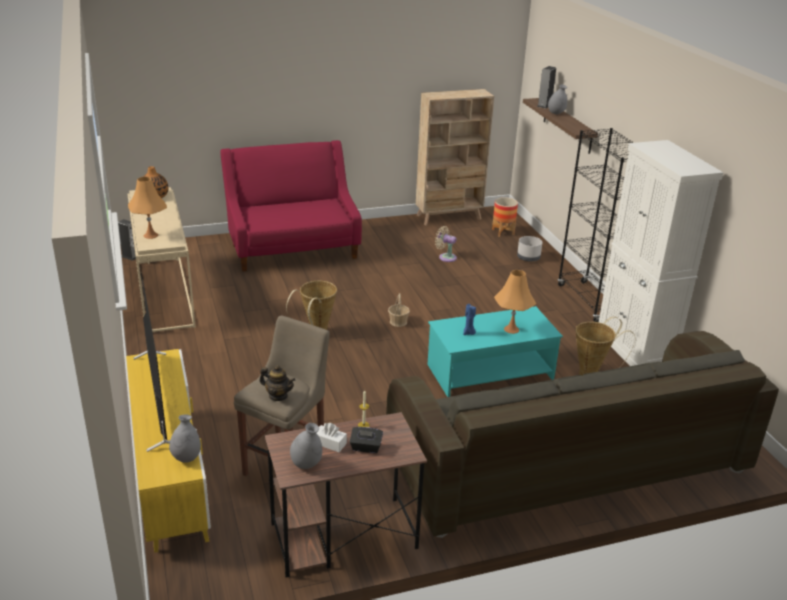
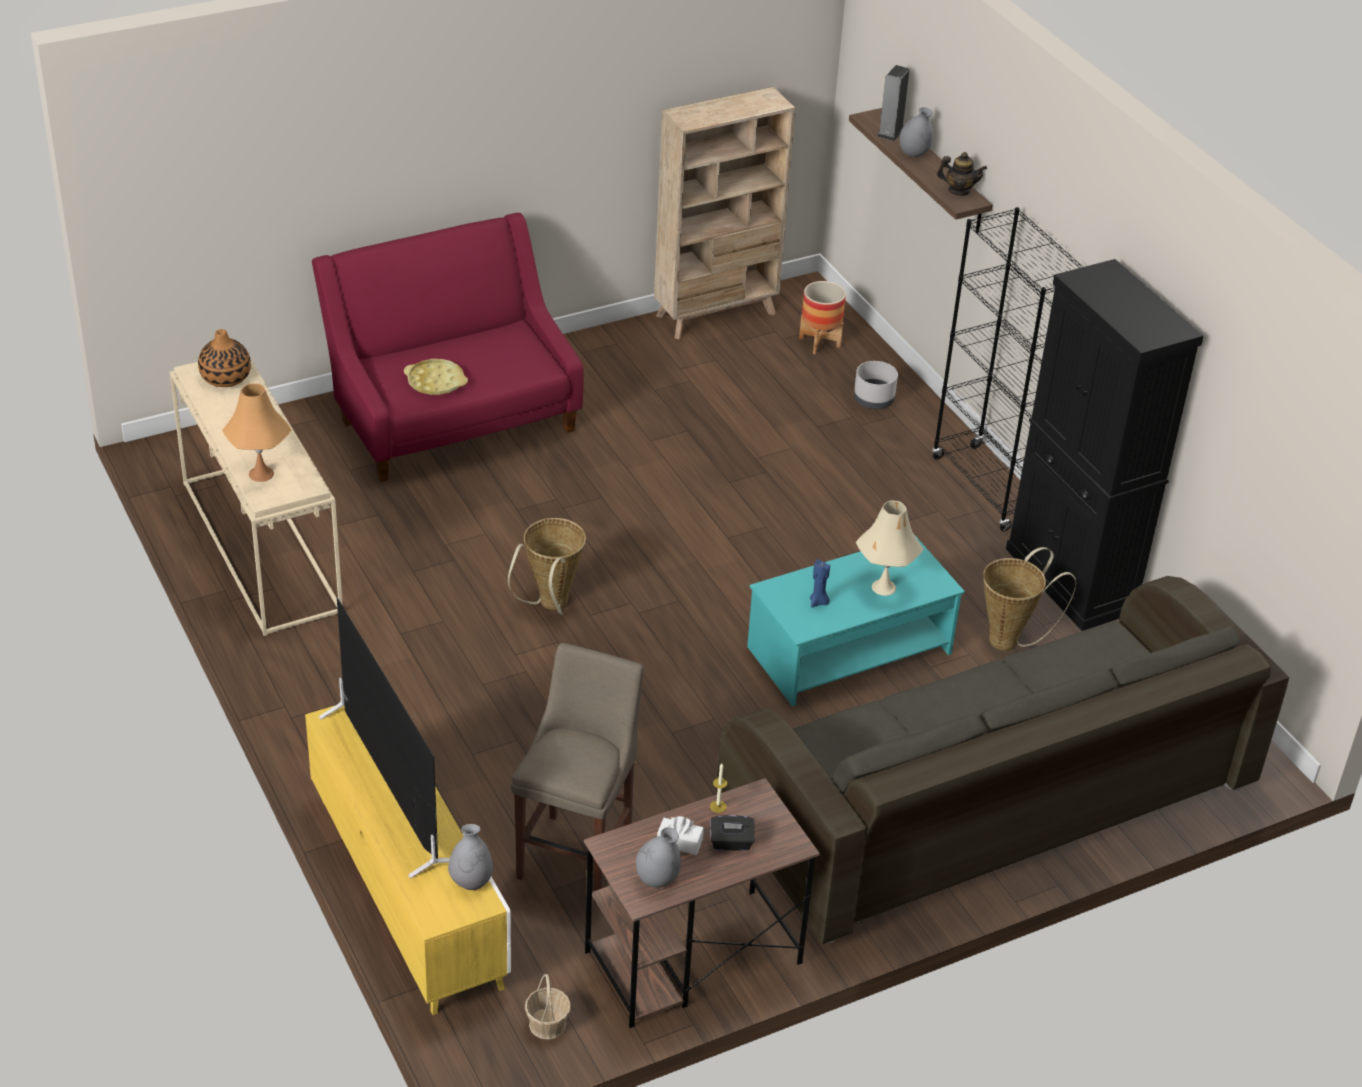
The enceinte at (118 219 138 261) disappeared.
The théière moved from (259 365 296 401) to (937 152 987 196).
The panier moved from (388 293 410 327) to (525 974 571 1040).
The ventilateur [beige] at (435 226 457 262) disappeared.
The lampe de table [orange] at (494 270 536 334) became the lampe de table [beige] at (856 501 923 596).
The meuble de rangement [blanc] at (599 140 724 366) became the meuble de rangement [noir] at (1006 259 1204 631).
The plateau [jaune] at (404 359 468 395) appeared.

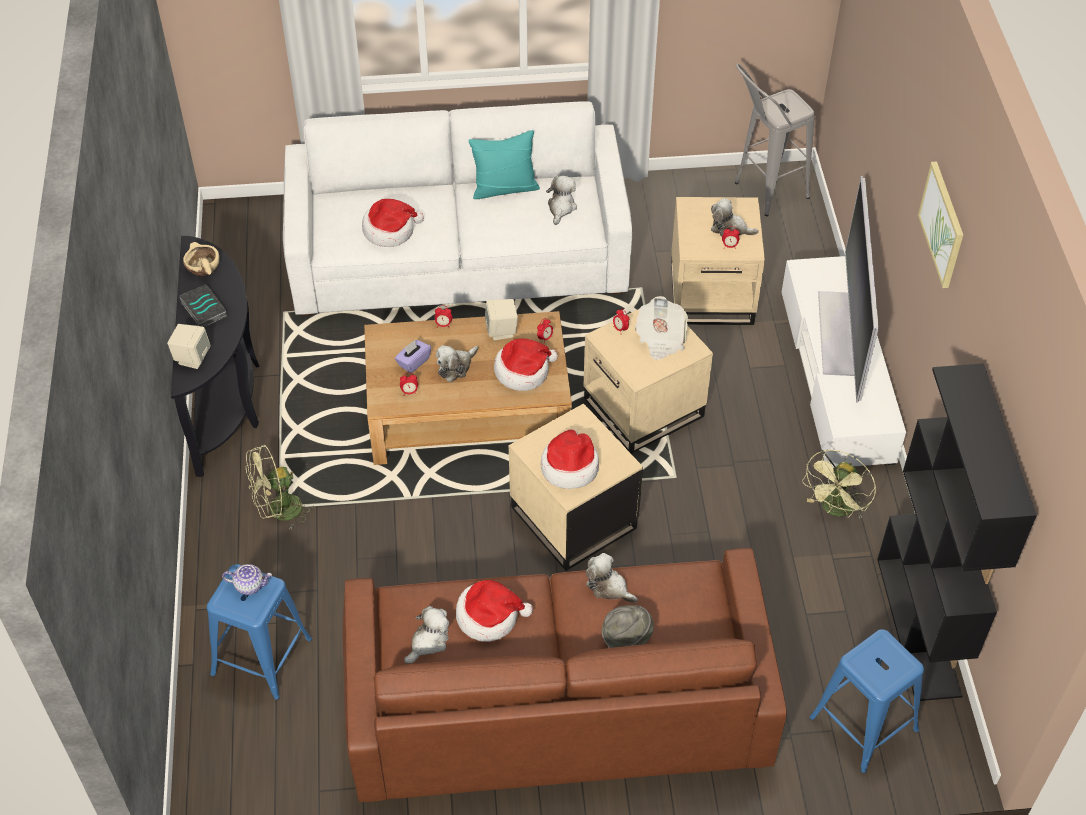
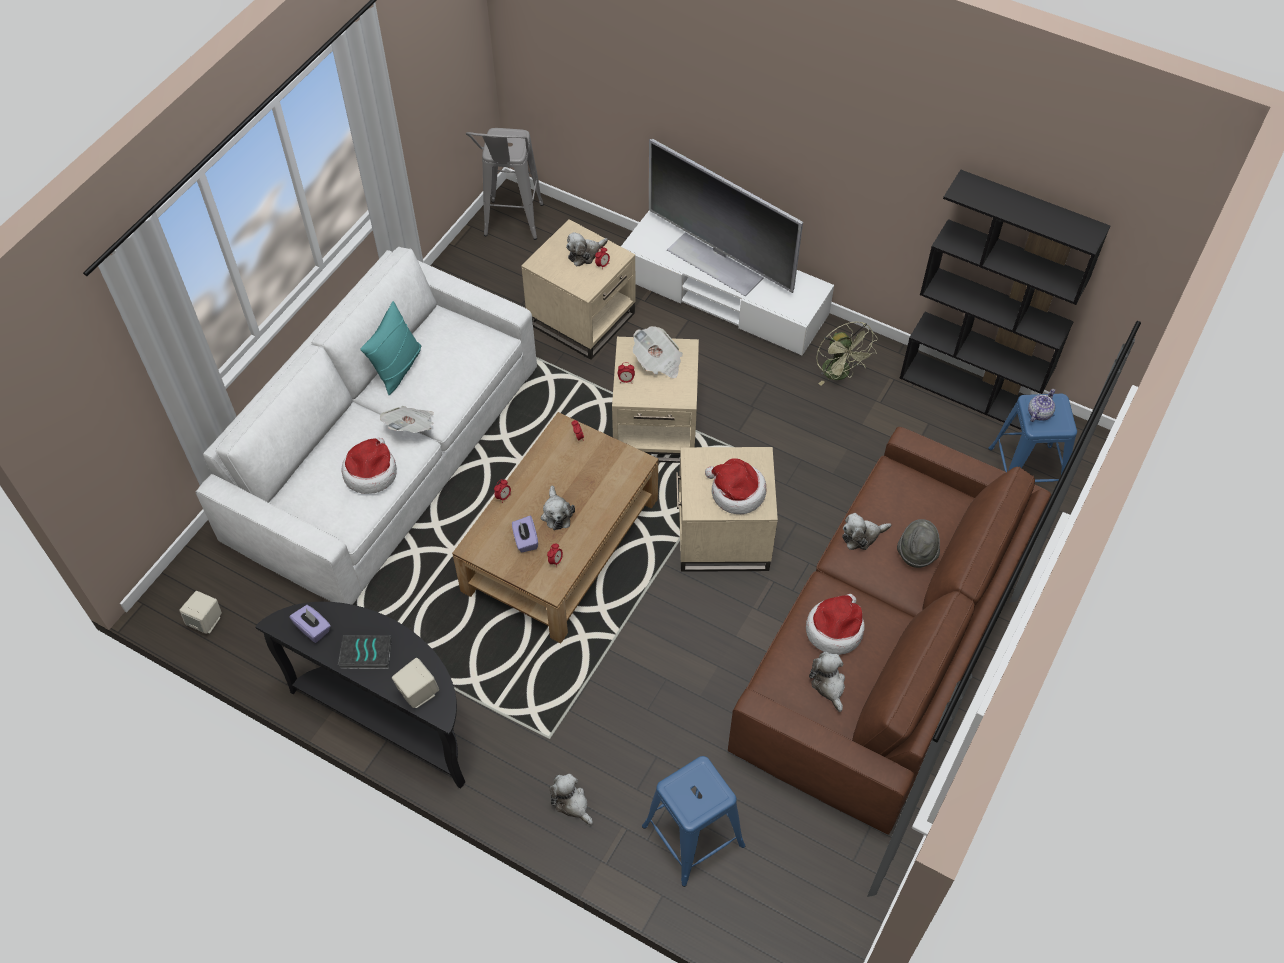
The bol [beige] at (183 242 219 276) was replaced by the boîte à mouchoirs [violet] at (289 605 331 643).
The théière moved from (222 564 272 595) to (1028 389 1055 422).
The ventilateur [vert] at (246 444 314 530) disappeared.
The enceinte [beige] moved from (485 299 518 340) to (179 591 222 634).
The chapeau at (494 339 558 391) disappeared.
The peluche moved from (546 176 577 225) to (550 774 593 825).
The tableau at (918 161 963 288) disappeared.
The journal at (380 406 434 433) appeared.

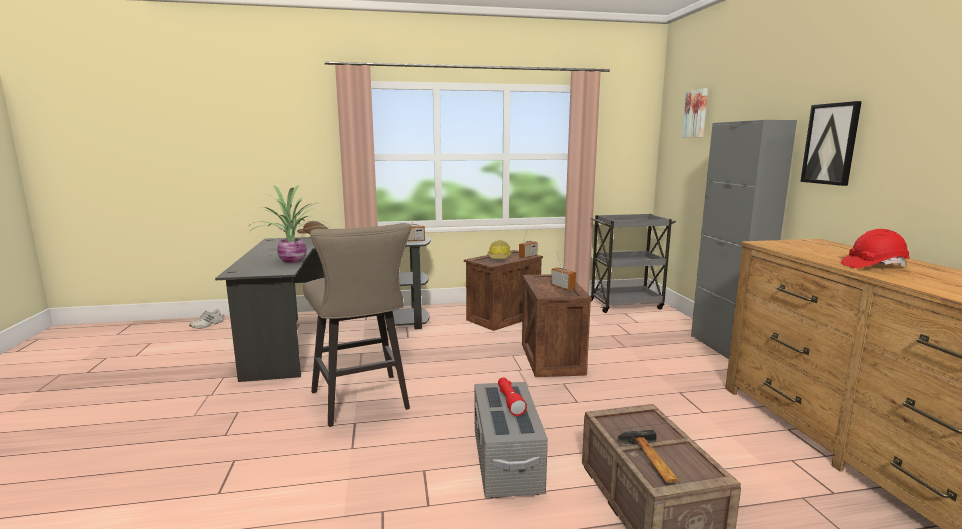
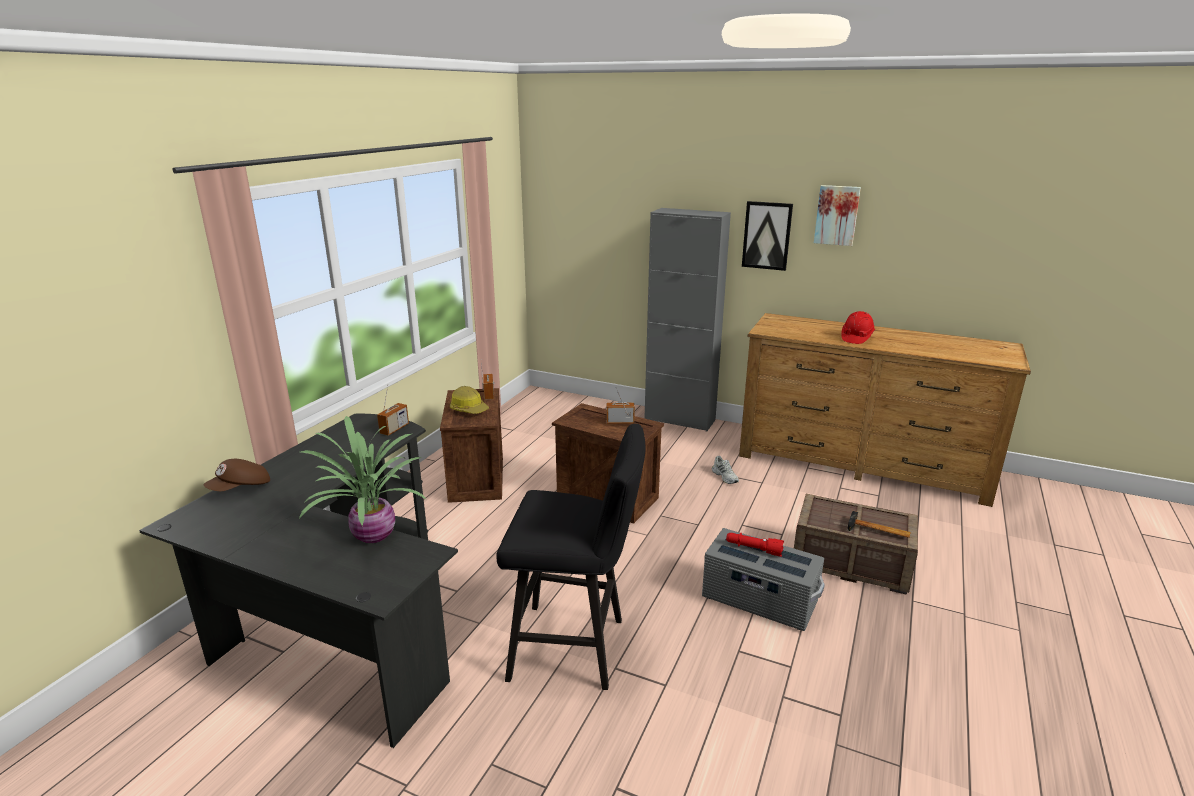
The chaussure [blanc] moved from (189 309 223 329) to (712 456 739 484).
The tabouret [beige] at (303 223 412 427) became the tabouret [noir] at (496 424 646 690).
The chariot [gris] at (591 214 676 313) disappeared.
The tableau moved from (682 88 708 137) to (814 185 861 246).

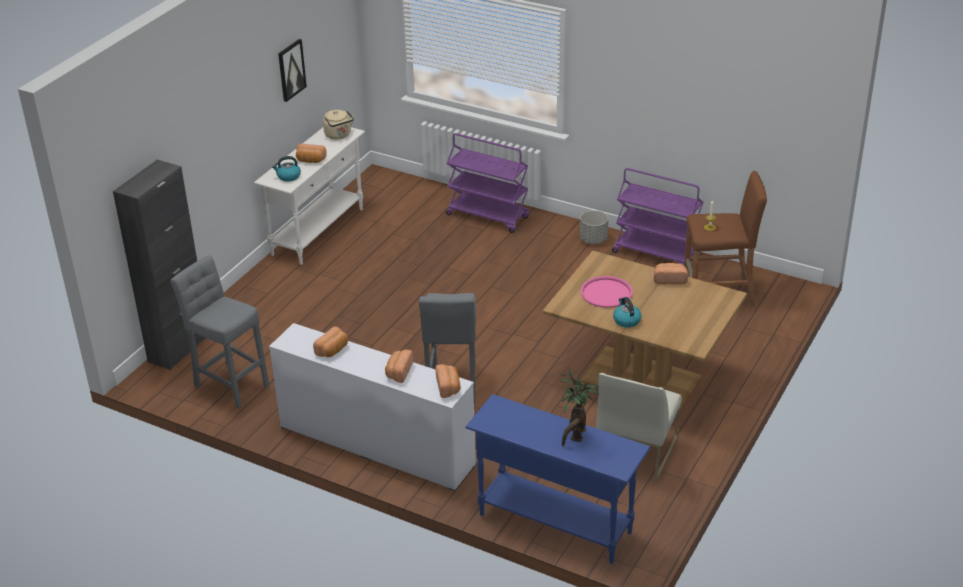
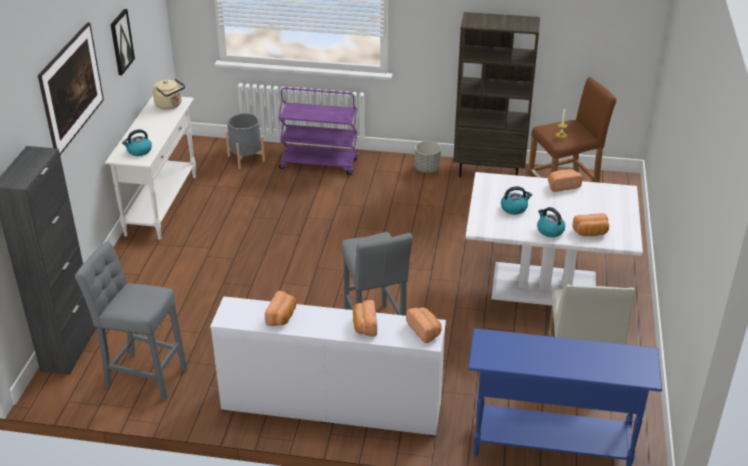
The pain moved from (296 144 327 163) to (572 213 609 236).
The table à manger [marron] at (543 251 747 411) became the table à manger [blanc] at (465 172 643 306).
The plante en pot at (561 369 599 446) disappeared.
The plateau [rose] at (581 276 633 308) was replaced by the bouilloire at (501 186 532 215).
The chariot [violet] at (612 168 703 265) was replaced by the bibliothèque [marron] at (453 12 540 177).
The tableau at (38 23 104 155) appeared.
The cache-pot [gris] at (225 113 265 169) appeared.

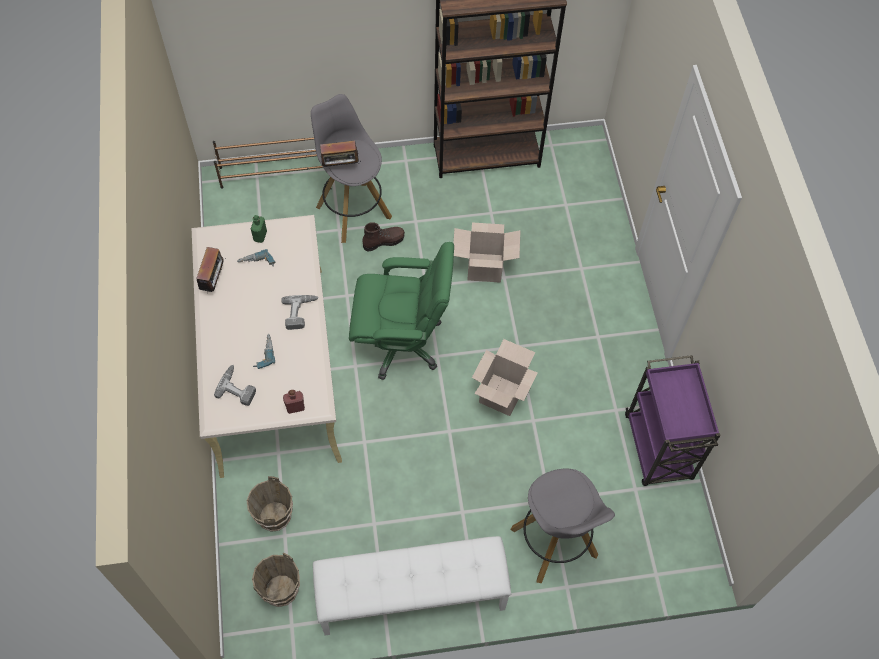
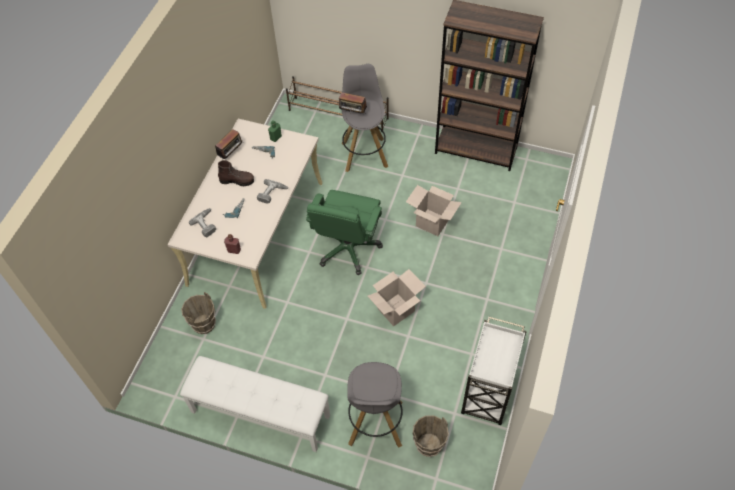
The seau [marron] moved from (252 553 300 607) to (413 415 449 457).
The chaise de bureau [vert] at (349 242 454 380) turned 75 degrees clockwise.
The botte [marron] moved from (362 222 405 251) to (218 160 254 186).
The chariot [violet] at (625 355 721 486) became the chariot [blanc] at (461 317 527 425).

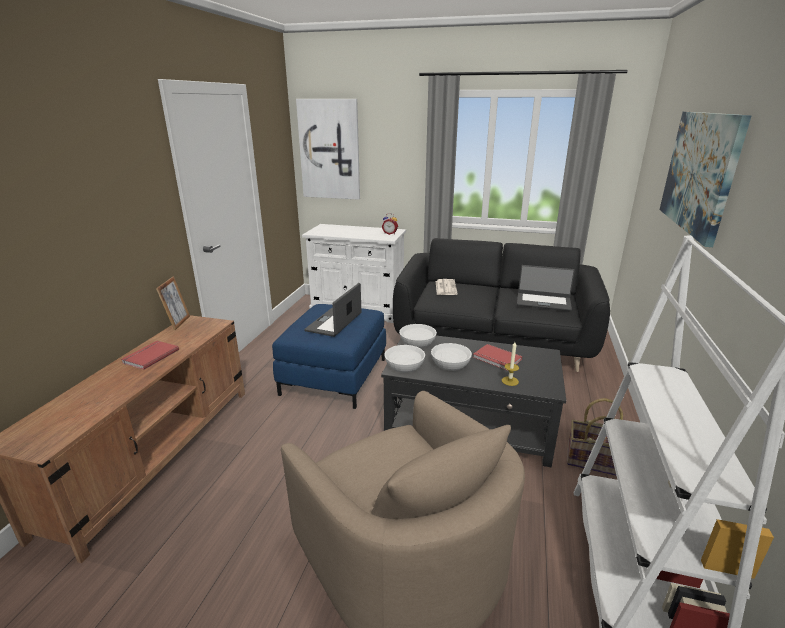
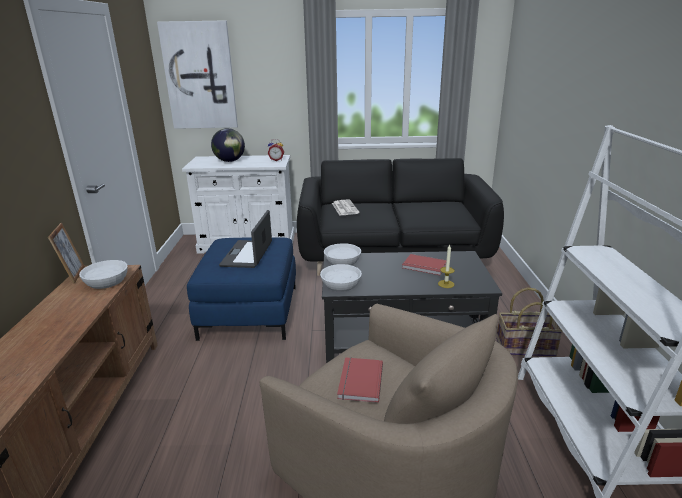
The livre [rouge] moved from (121 341 179 370) to (337 357 383 403).
The bol [blanc] moved from (431 343 472 371) to (79 260 127 289).
The ordinateur portable at (517 265 575 311) disappeared.
The tableau at (659 112 752 247) disappeared.
The globe at (211 128 245 162) appeared.

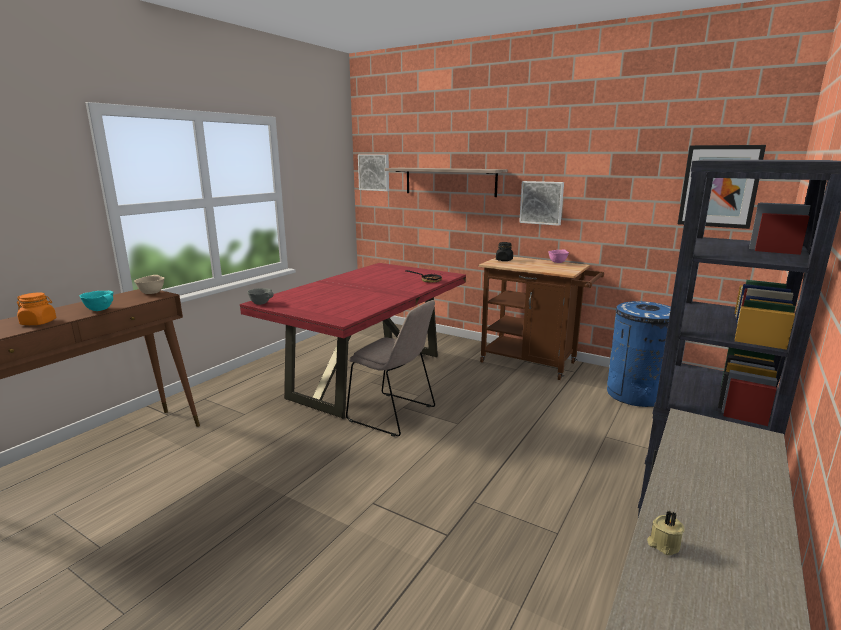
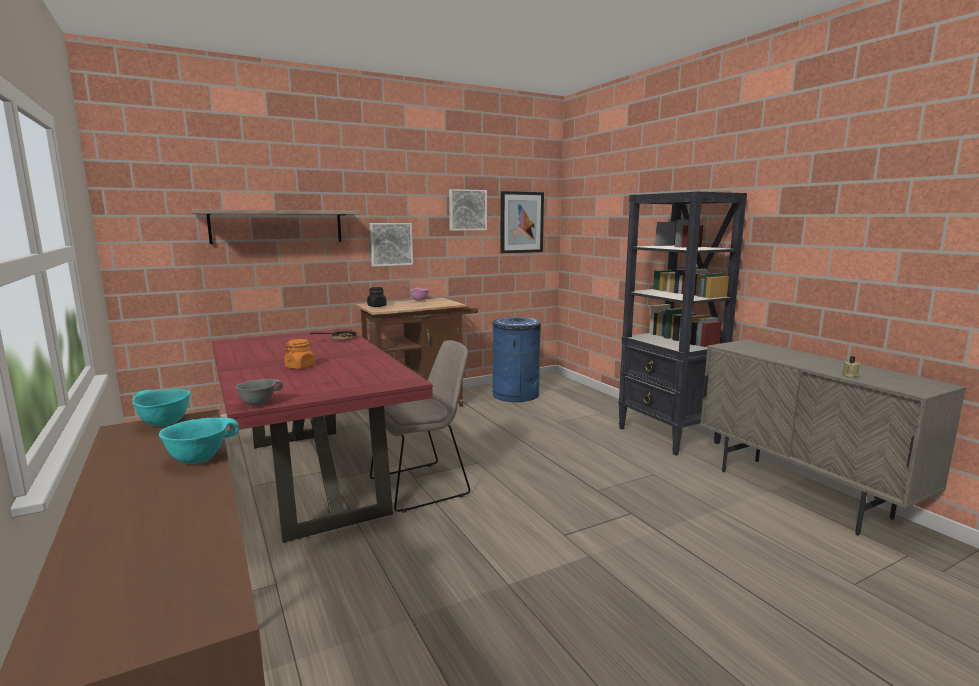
The bocal [orange] moved from (17 293 57 325) to (284 339 315 369).
The bol [beige] at (134 275 165 294) became the bol [turquoise] at (132 389 190 427).
The tableau moved from (358 154 389 191) to (449 189 487 231).

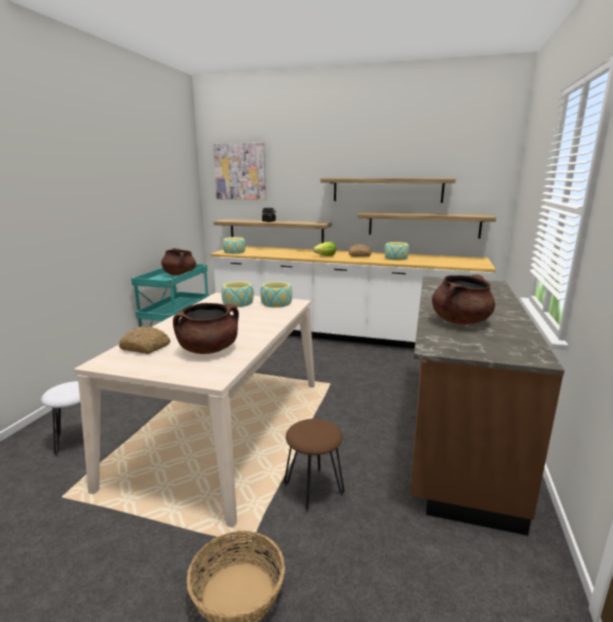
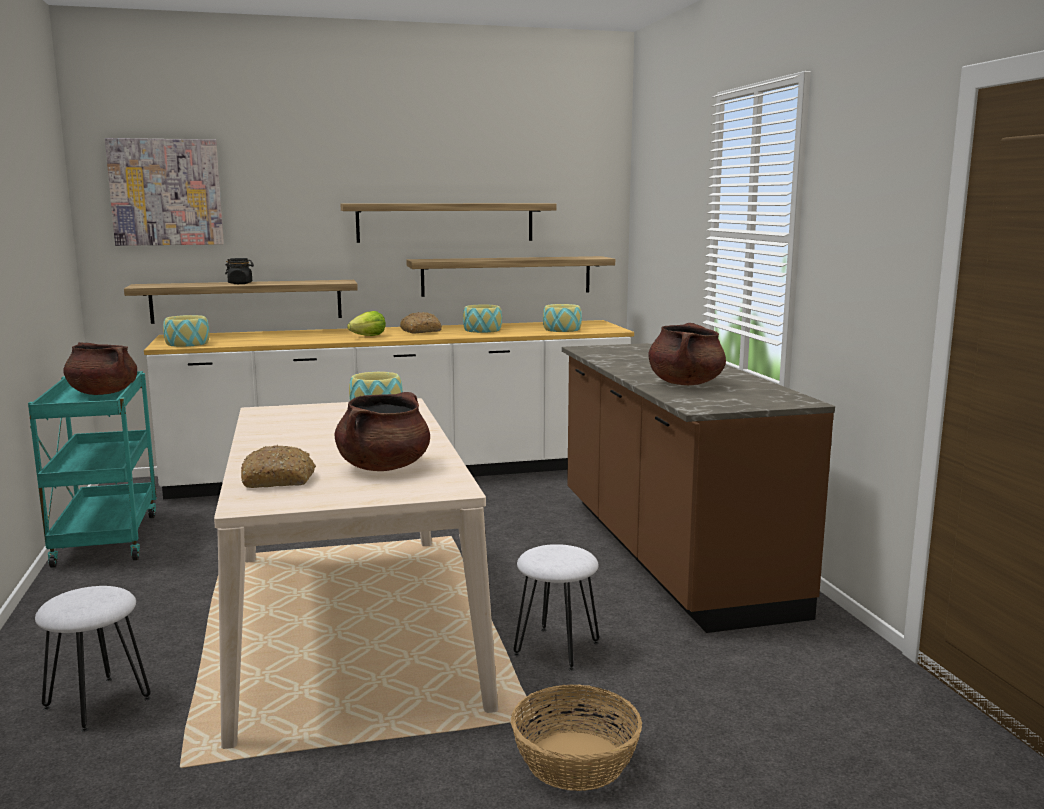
The bol moved from (221 281 254 307) to (543 304 582 332).
The tabouret [marron] at (284 419 344 512) became the tabouret [blanc] at (514 544 599 671).

